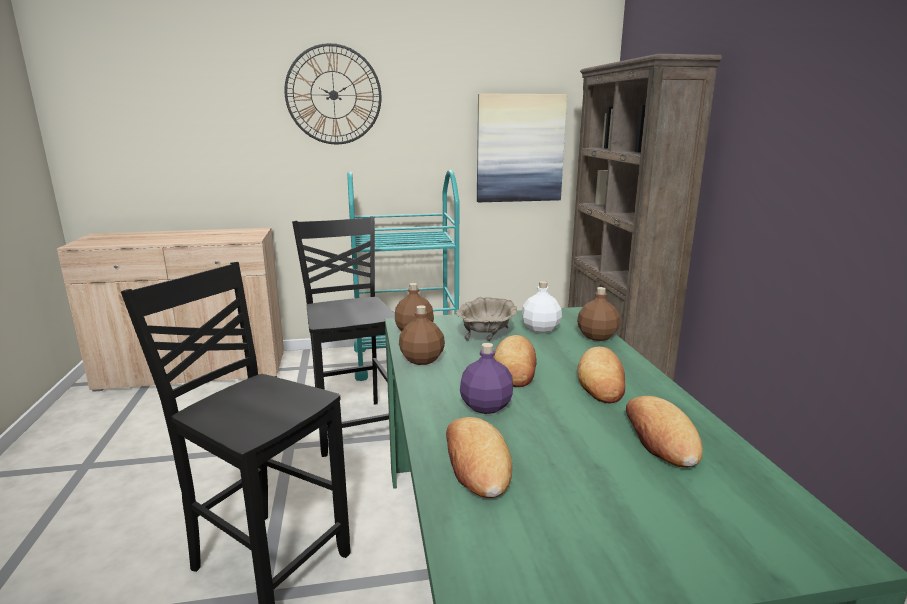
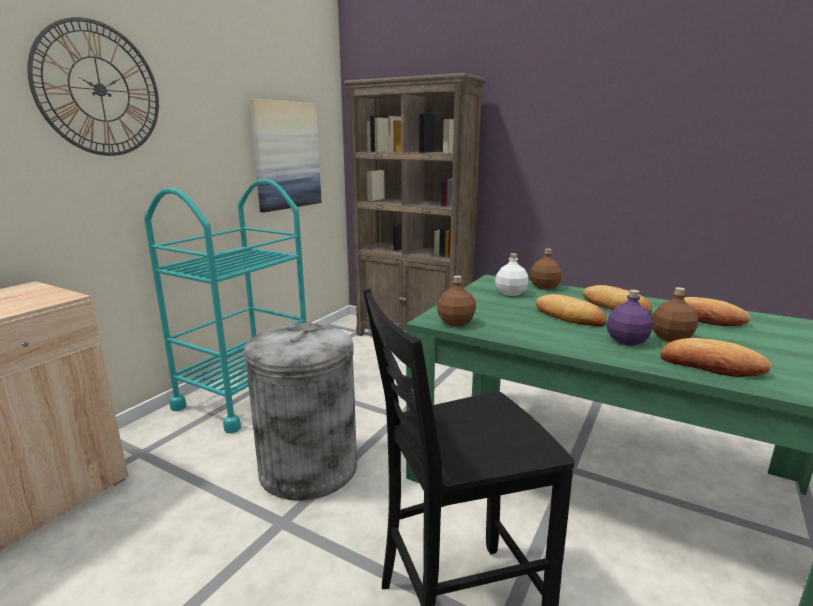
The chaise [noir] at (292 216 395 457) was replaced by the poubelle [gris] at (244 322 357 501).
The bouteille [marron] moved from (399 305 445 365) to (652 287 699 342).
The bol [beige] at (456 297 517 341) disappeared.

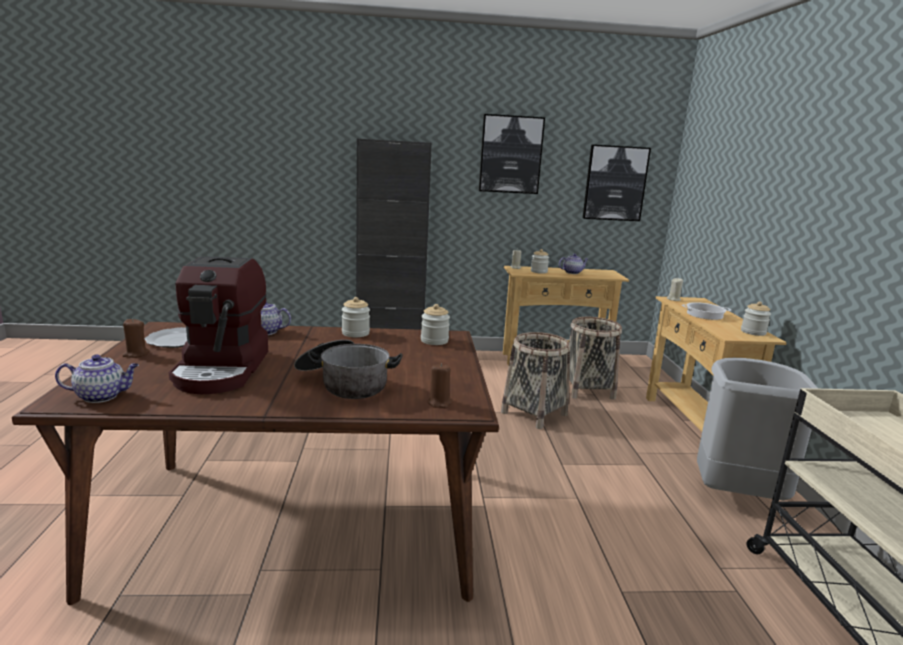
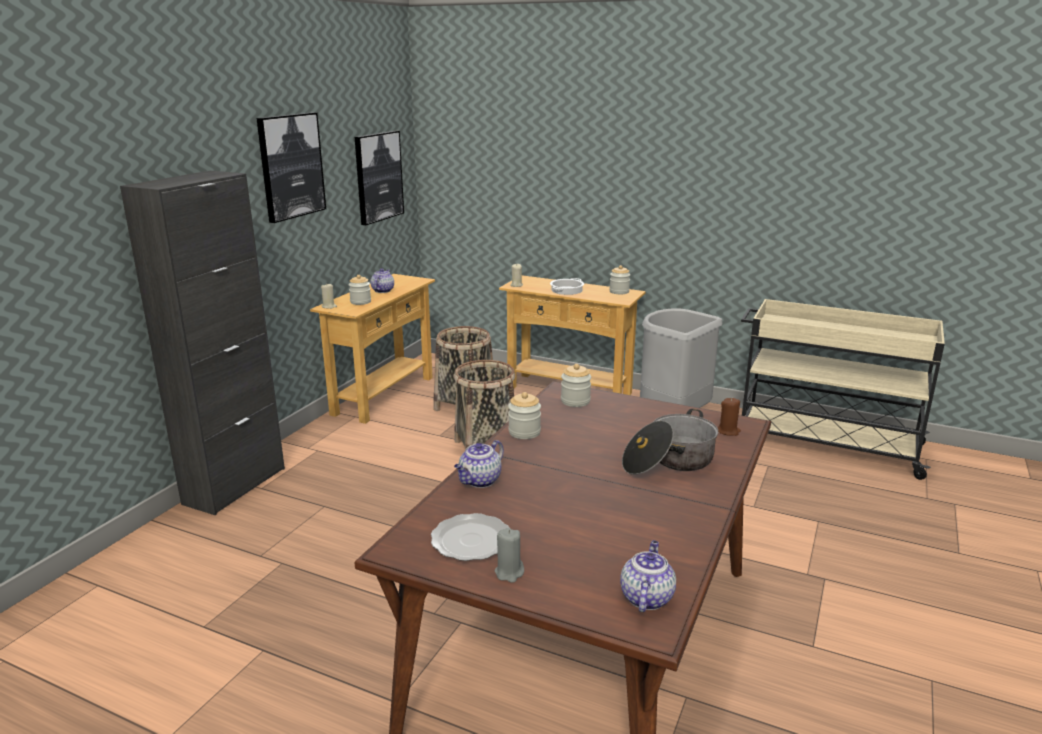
The bougie [marron] at (122 318 149 358) became the bougie [gris] at (495 528 524 583).
The machine à café at (169 256 268 394) disappeared.

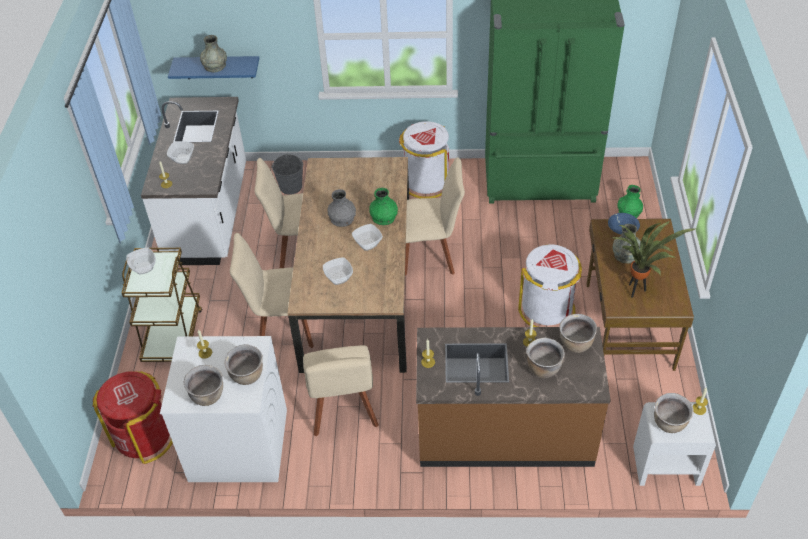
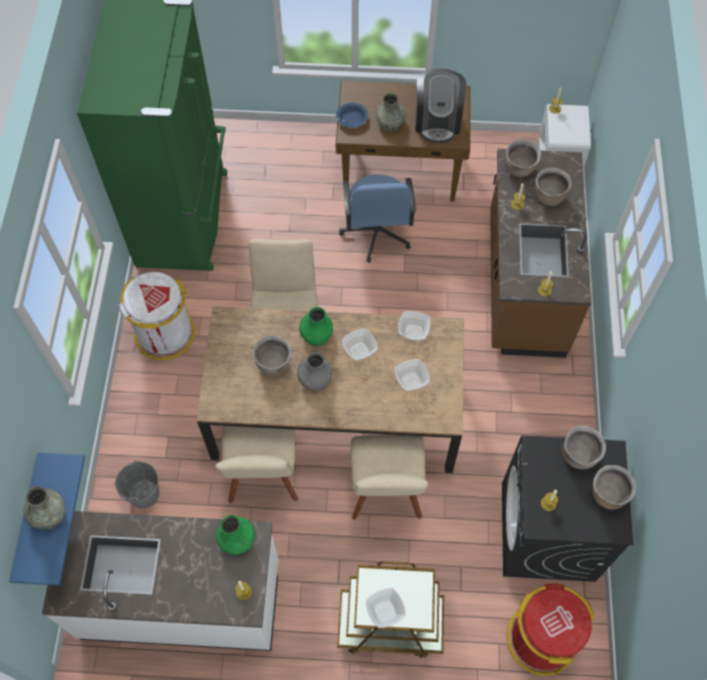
The lave-linge [blanc] at (160 336 287 482) became the lave-linge [noir] at (502 435 633 582).
The bol moved from (167 141 194 164) to (398 311 430 341).
The chaise [beige] at (303 345 379 436) disappeared.
The poubelle [blanc] at (518 244 582 327) was replaced by the chaise de bureau [bleu] at (339 174 416 263).
The plante en pot at (613 221 697 298) was replaced by the machine à café at (415 69 466 144).
The vase [vert] moved from (617 185 643 218) to (216 515 255 555).
The marmite [marron] moved from (654 393 694 433) to (253 335 291 375).

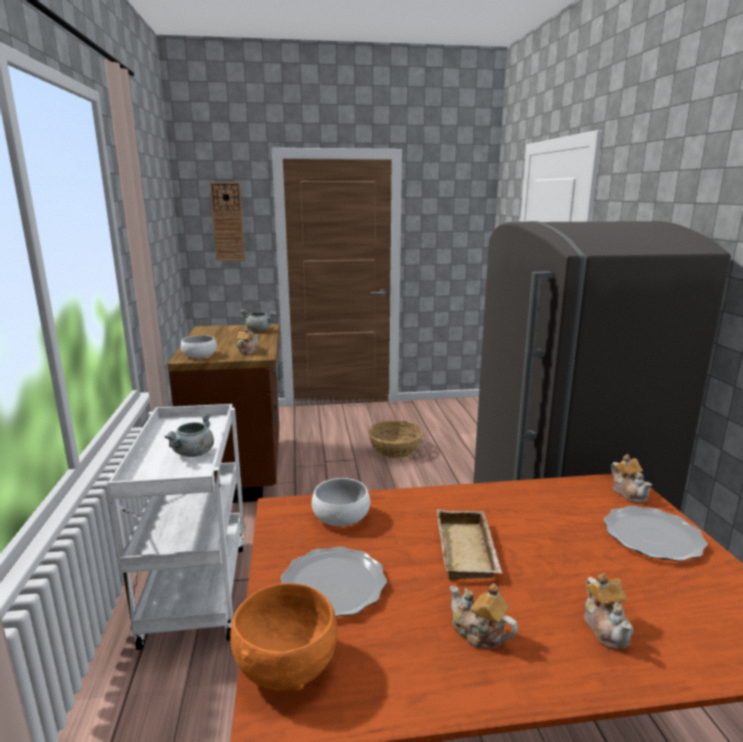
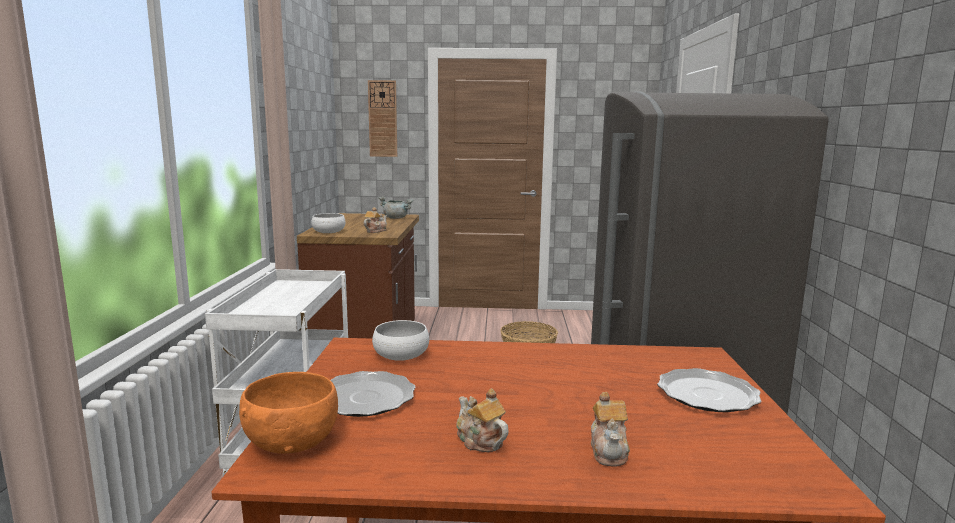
The marmite [gris] at (164 412 214 457) disappeared.
The plateau [beige] at (437 509 502 580) disappeared.
The théière at (611 454 652 504) disappeared.

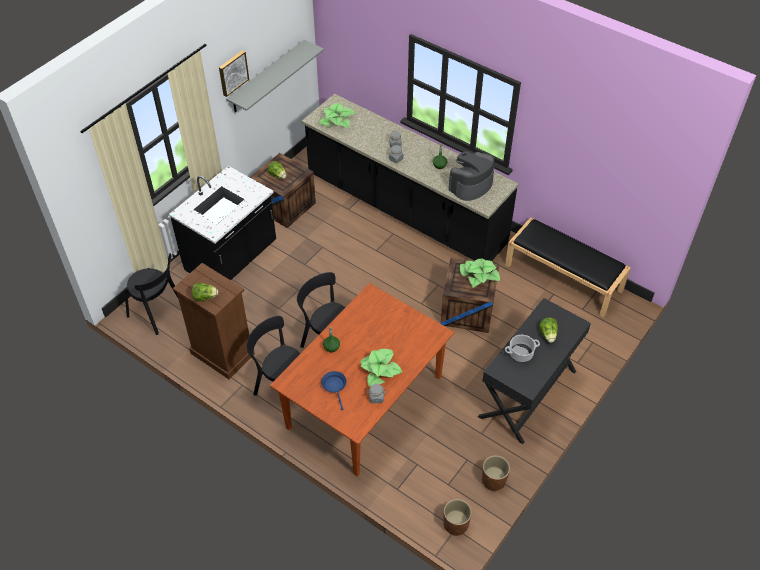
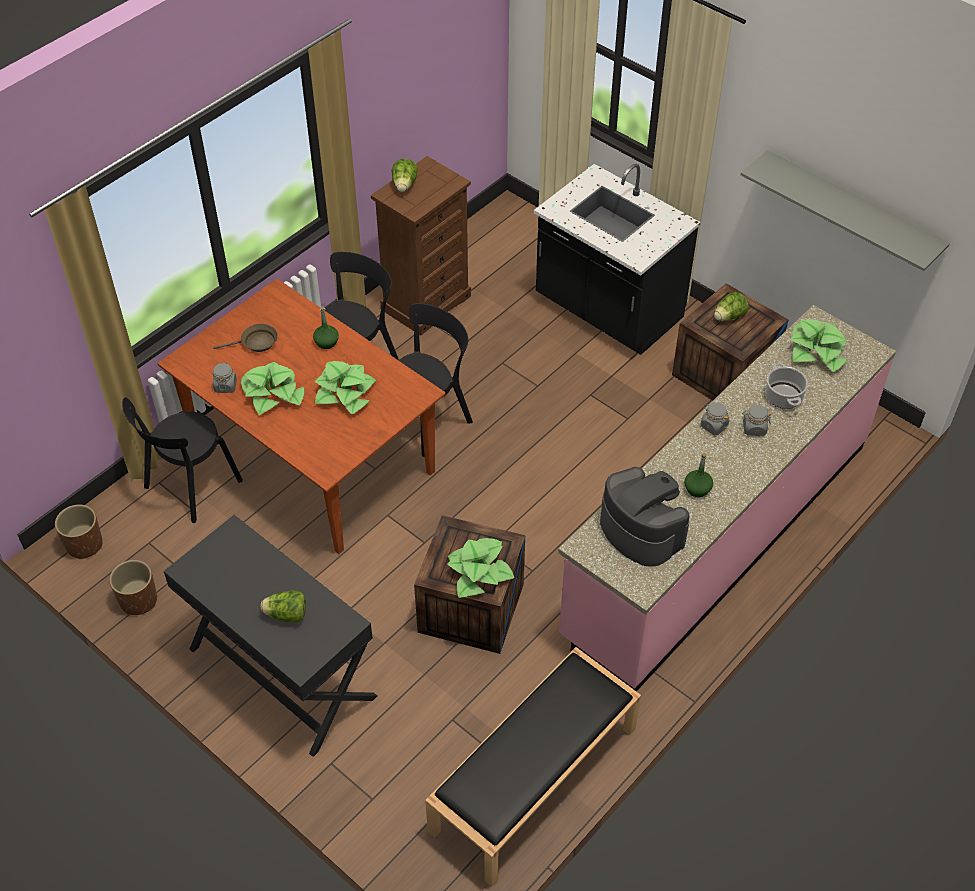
The chaise [noir] moved from (124 253 178 335) to (122 397 243 523).
The tableau at (219 50 249 97) disappeared.
The comptoir de cuisine [noir] at (302 94 519 261) became the comptoir de cuisine [rose] at (558 305 896 692).
The poêle [bleu] at (321 371 346 410) became the poêle [marron] at (214 324 278 352).
The marmite moved from (505 335 540 362) to (765 363 808 409).
The plante en pot at (315 361 376 414) appeared.

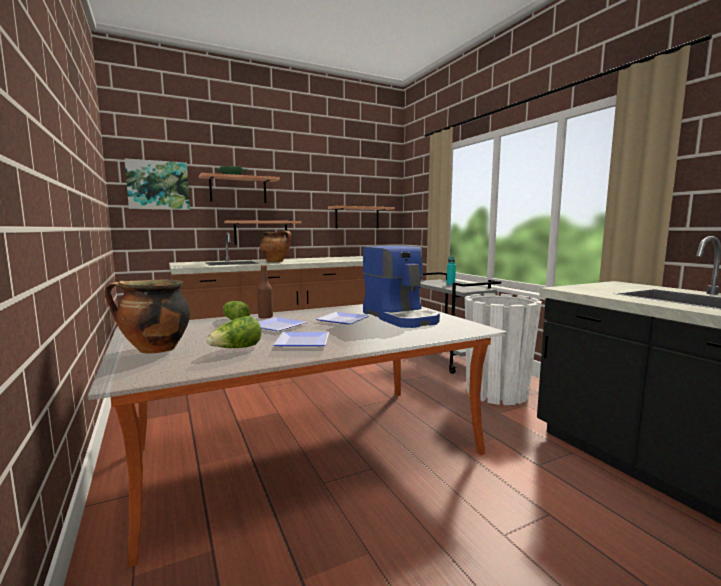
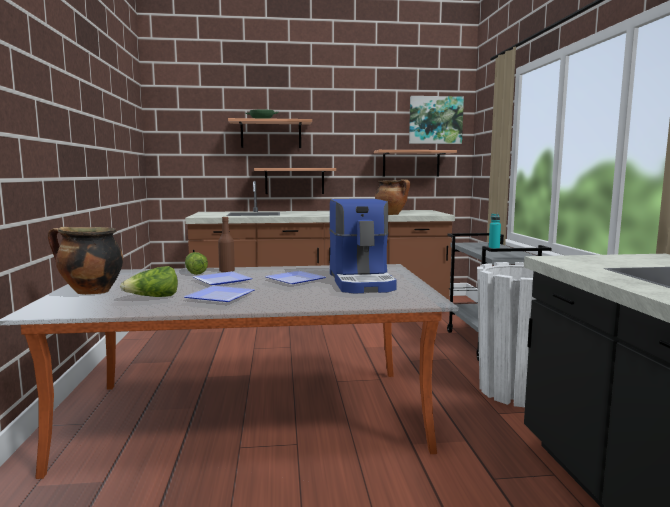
The tableau moved from (124 158 190 210) to (409 96 464 144).
The marmite moved from (260 231 292 262) to (375 179 410 215).

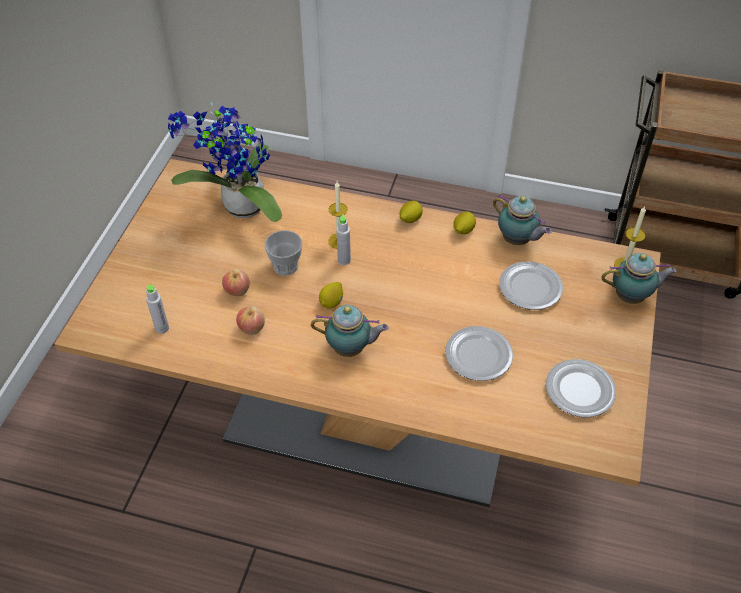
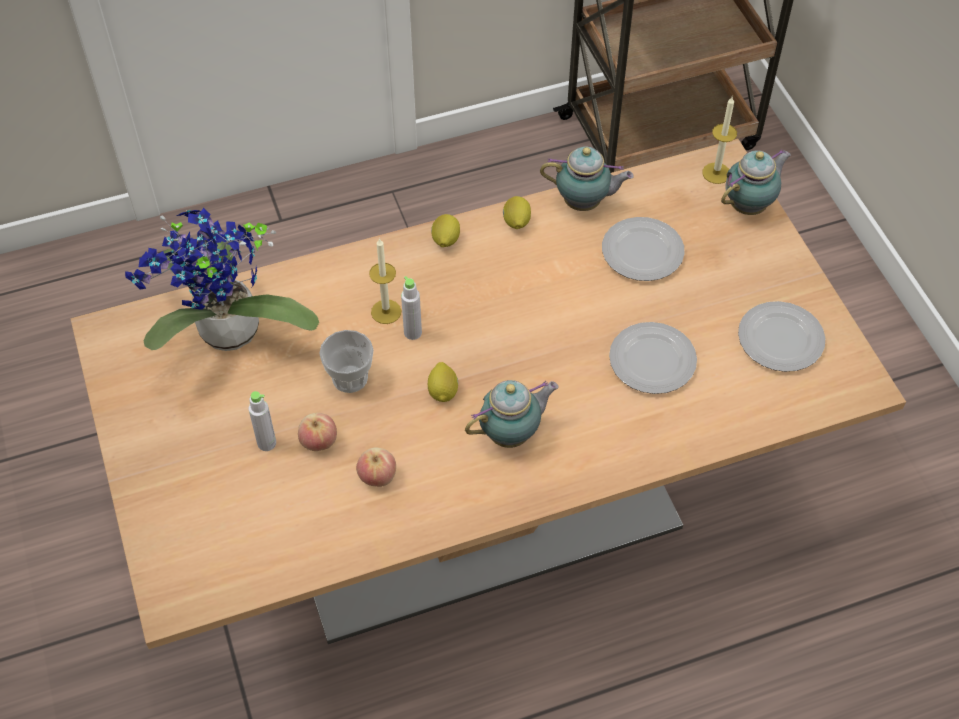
The bouteille [gris] moved from (146 285 169 334) to (249 391 276 451).

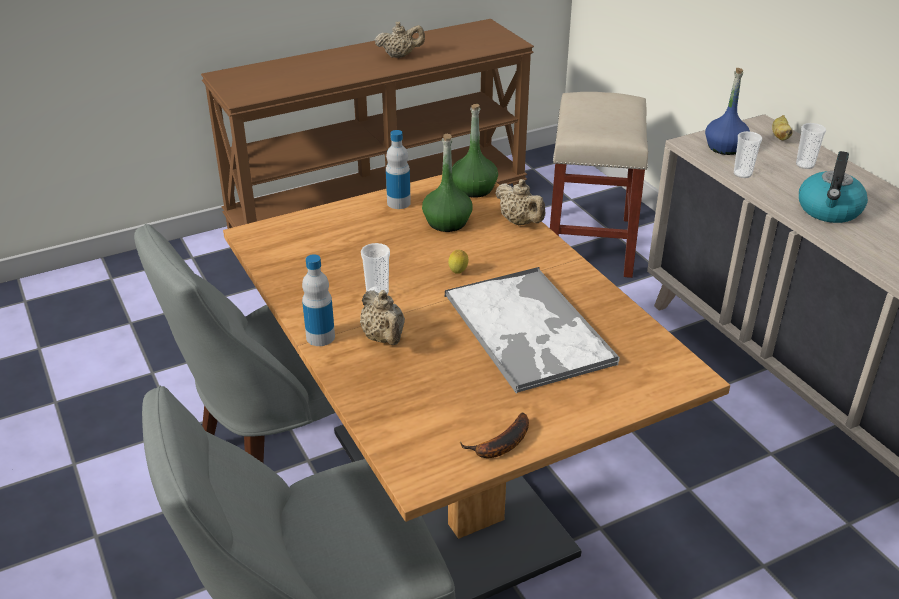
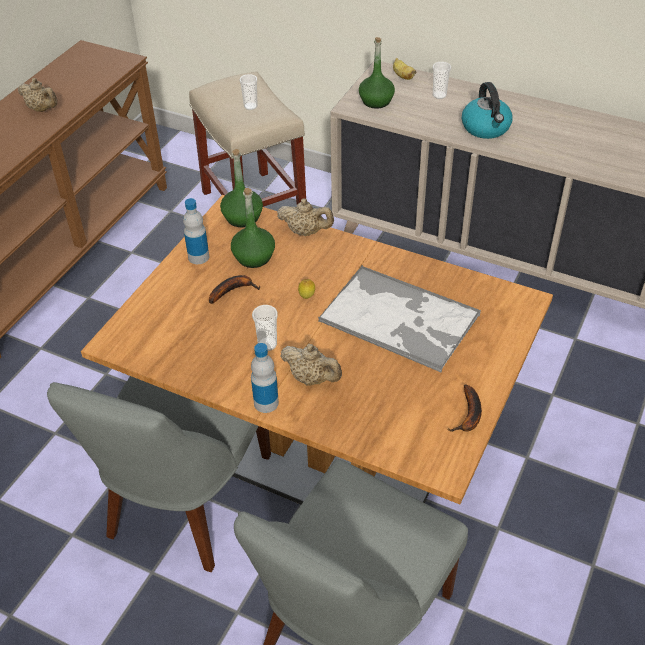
The théière [beige] at (375 21 425 58) turned 75 degrees clockwise.
The bouteille [bleu] at (705 68 750 155) became the bouteille [vert] at (359 37 395 109).
The tasse moved from (734 131 762 178) to (239 74 257 110).
The banane at (209 275 260 304) appeared.

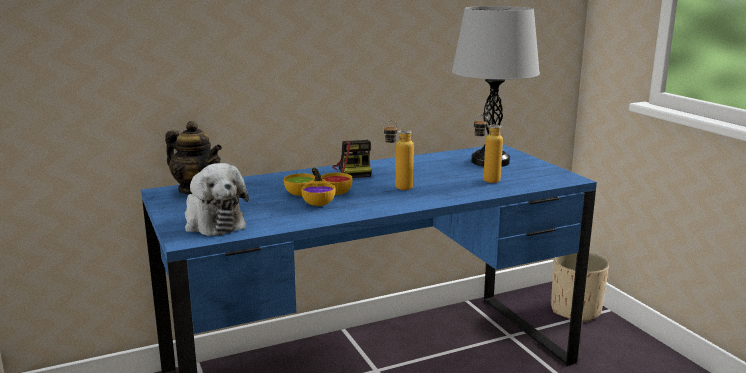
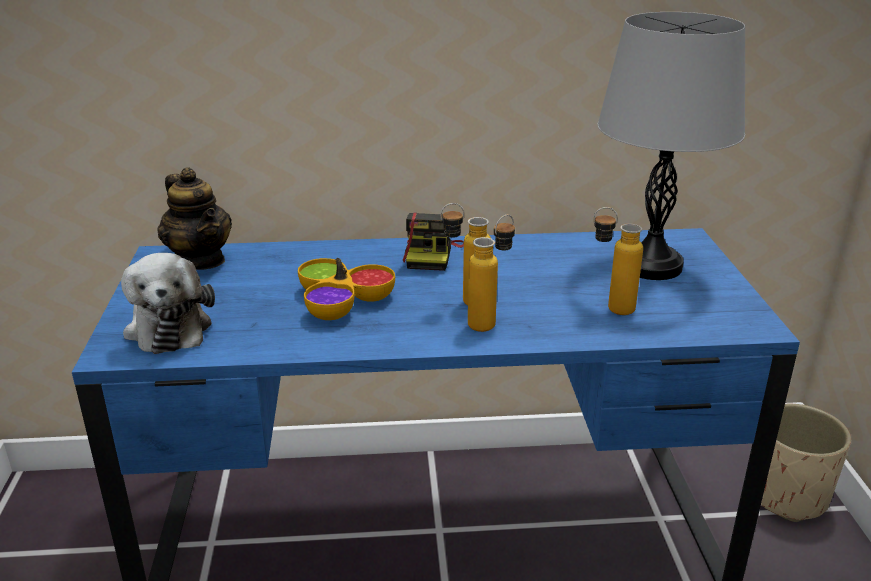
The bouteille at (468 215 515 332) appeared.

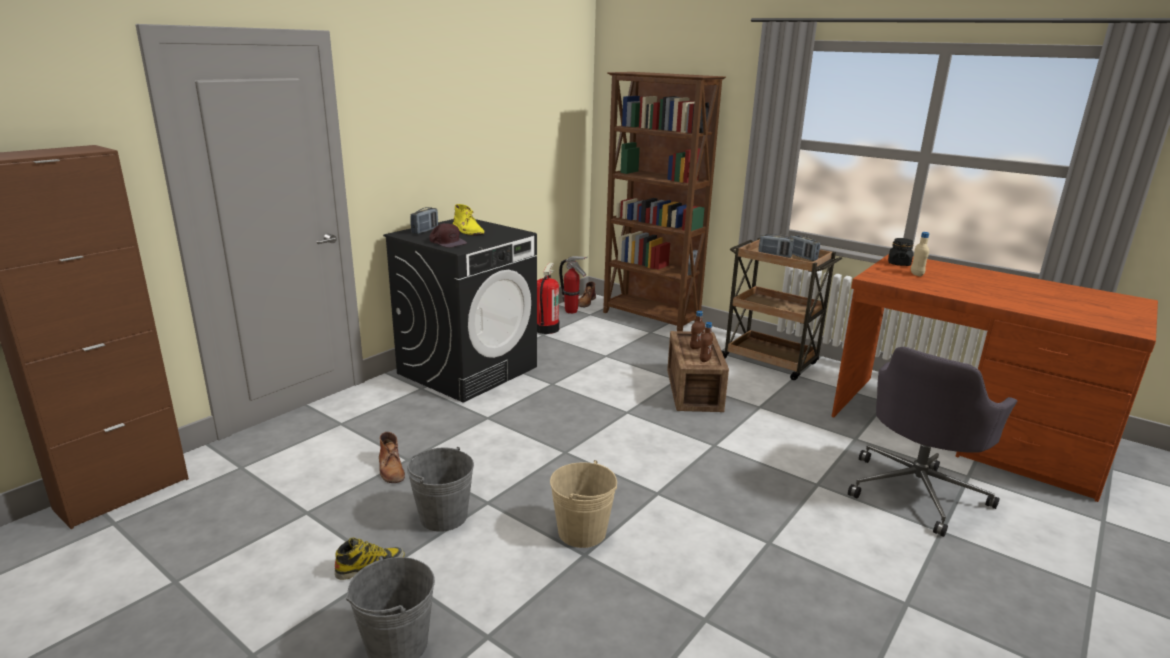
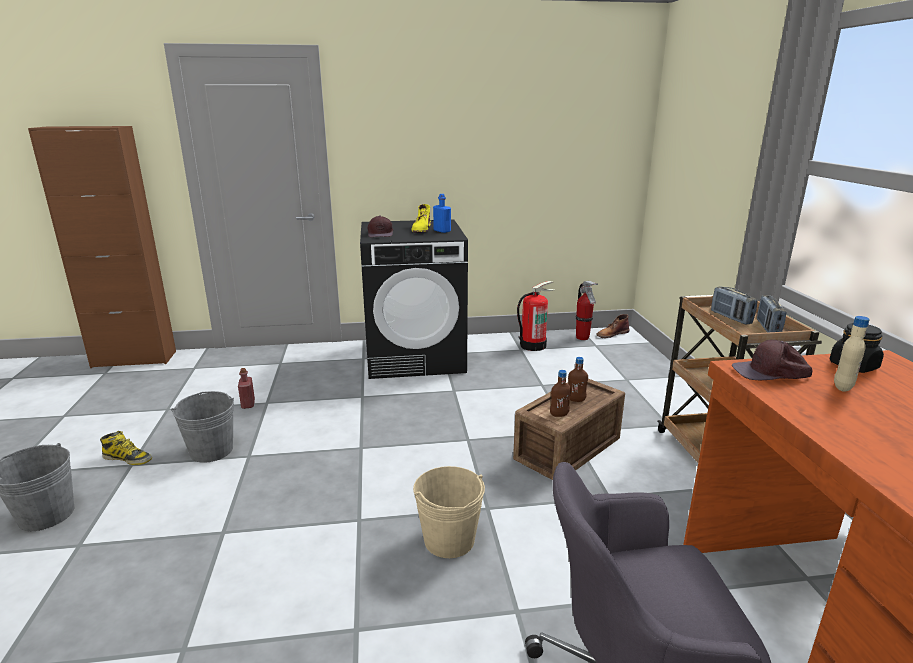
The botte [marron] at (379 432 405 483) was replaced by the bouteille [rouge] at (238 368 255 409).
The radio at (410 207 438 234) disappeared.
The seau [beige] moved from (550 460 617 548) to (413 466 485 558).
The bibliothèque [marron] at (603 72 726 331) disappeared.
The bouteille [bleu] at (433 194 451 233) appeared.
The casquette [marron] at (732 340 813 380) appeared.

